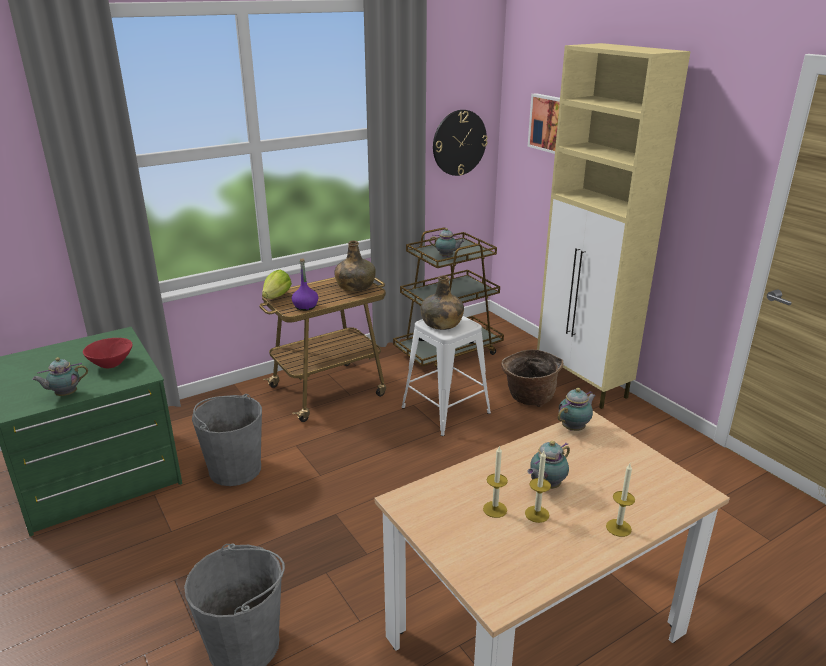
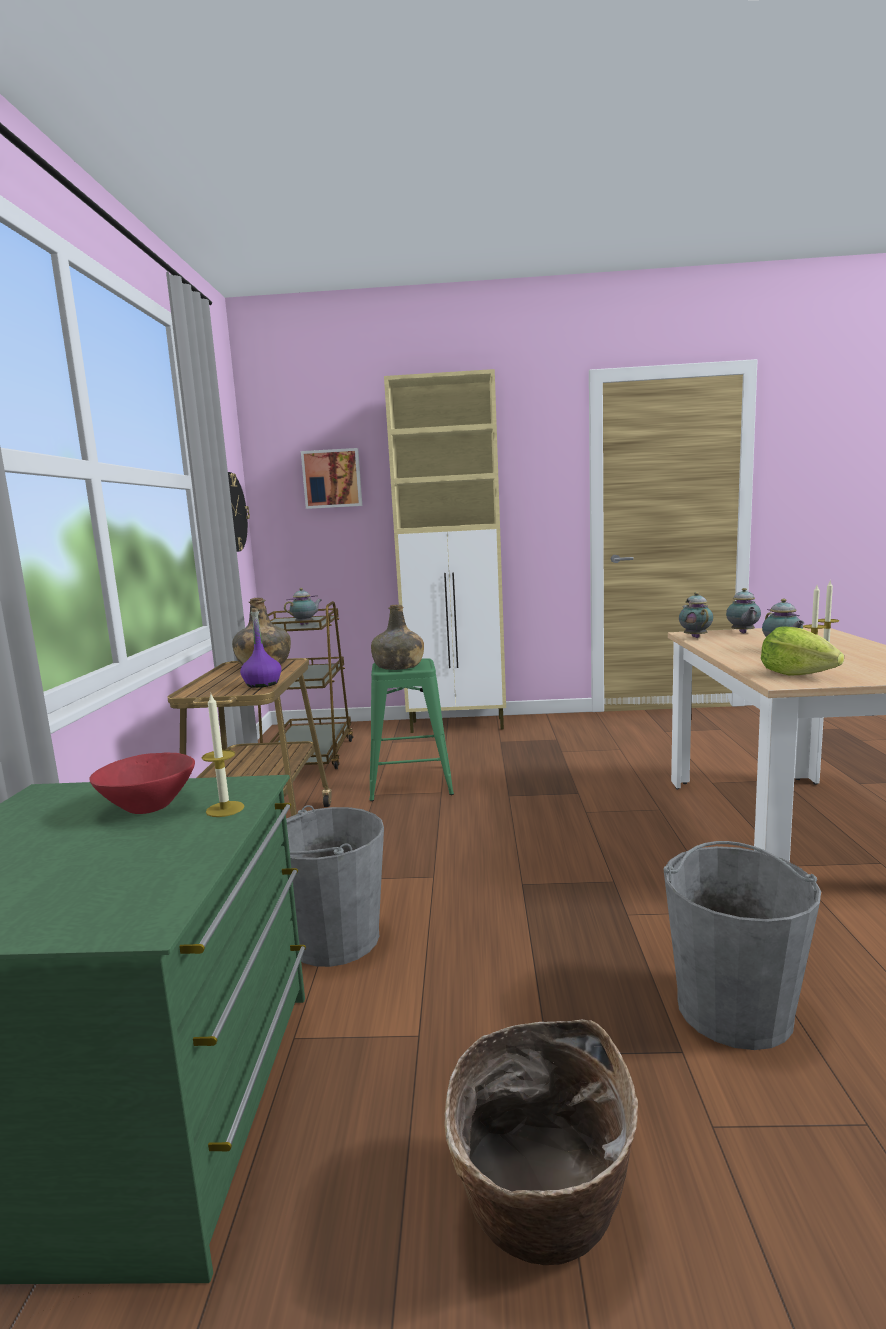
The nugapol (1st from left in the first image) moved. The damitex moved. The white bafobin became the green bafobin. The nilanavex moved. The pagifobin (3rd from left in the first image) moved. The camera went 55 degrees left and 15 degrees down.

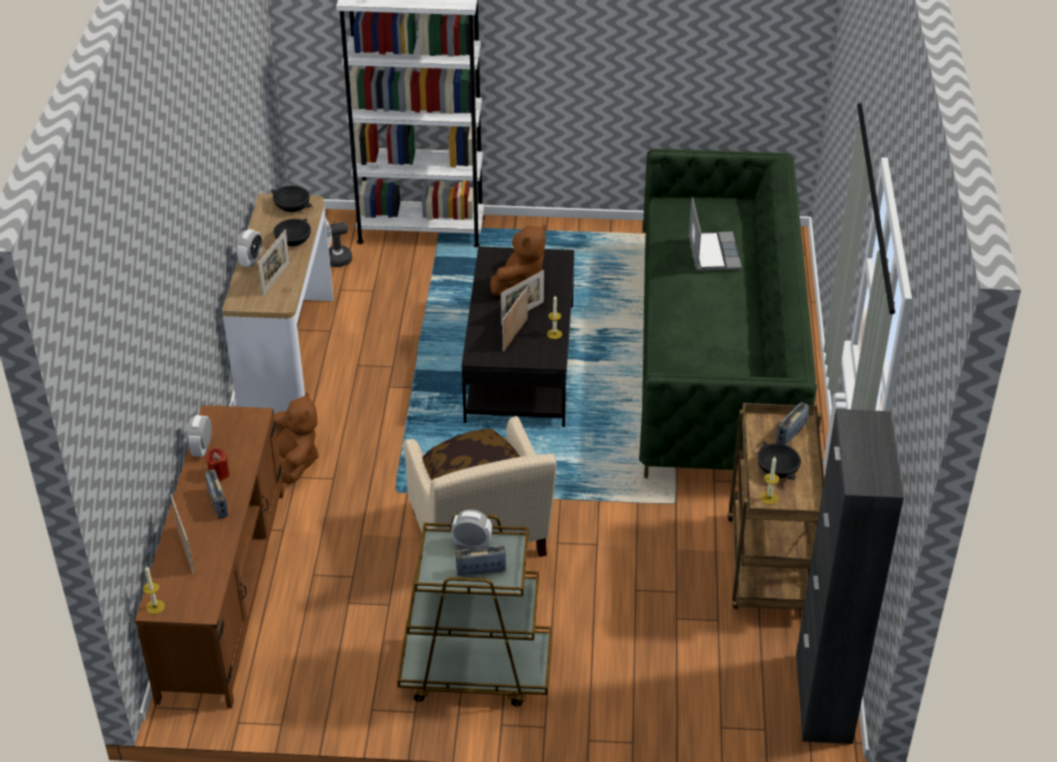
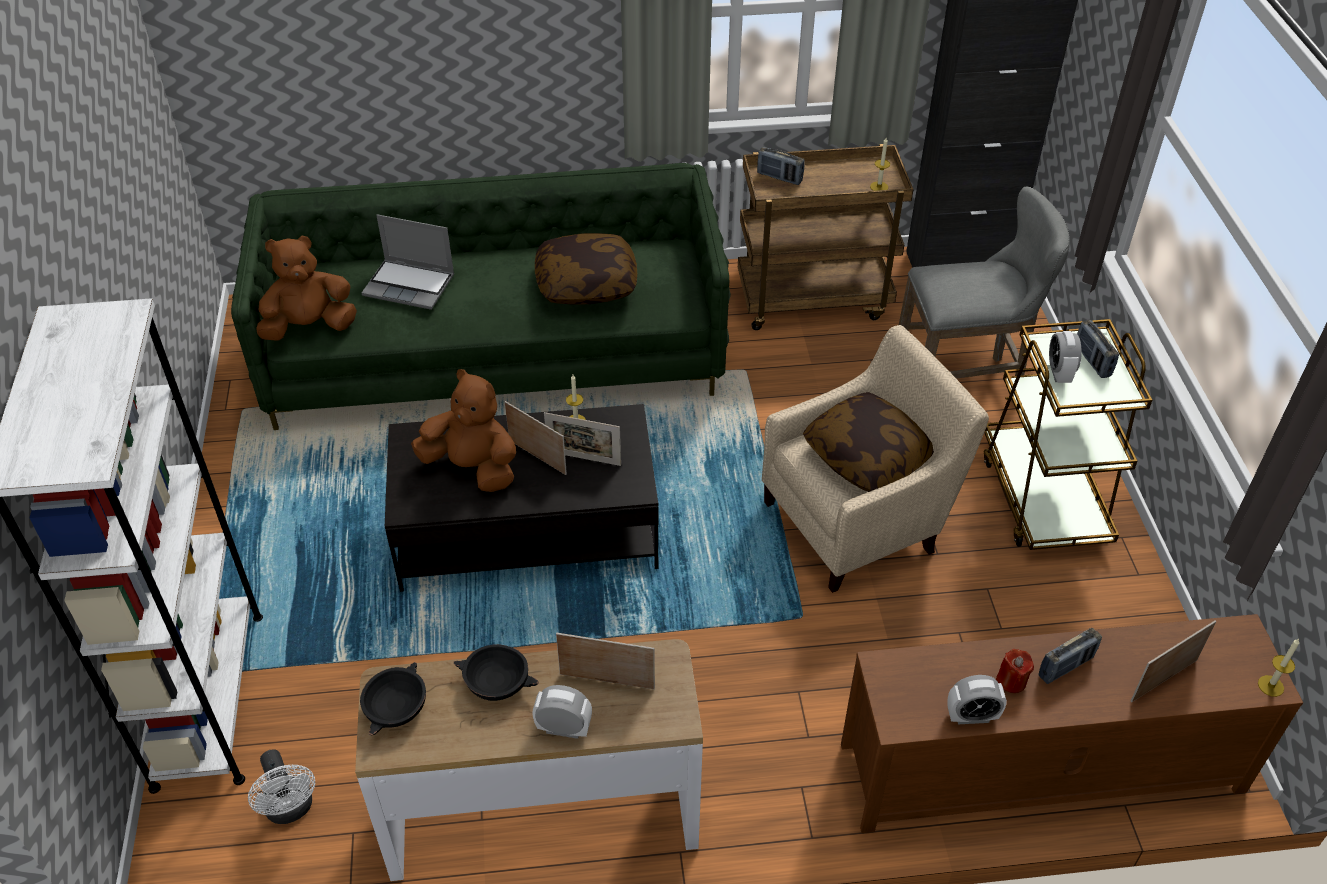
The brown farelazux (1st from left) moved. The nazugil turned 150 degrees counterclockwise. The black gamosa (3rd from left) disappeared. The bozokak (1st from left) appeared. The grey bafobin appeared. The camera went 100 degrees left and 5 degrees up.

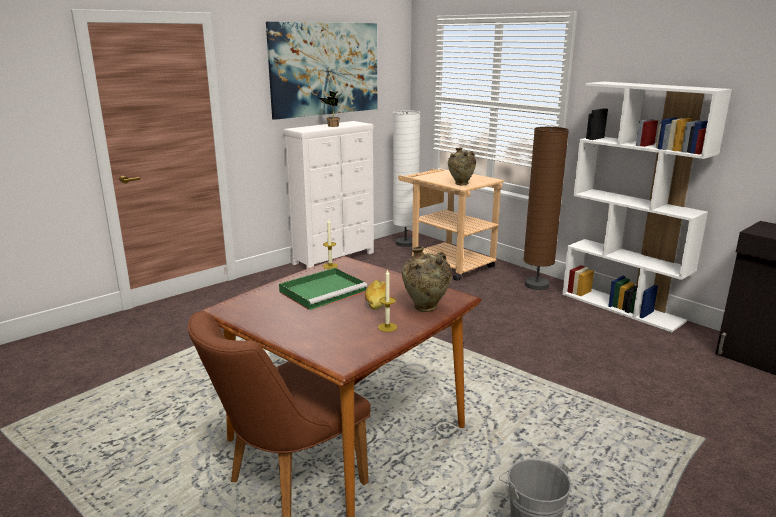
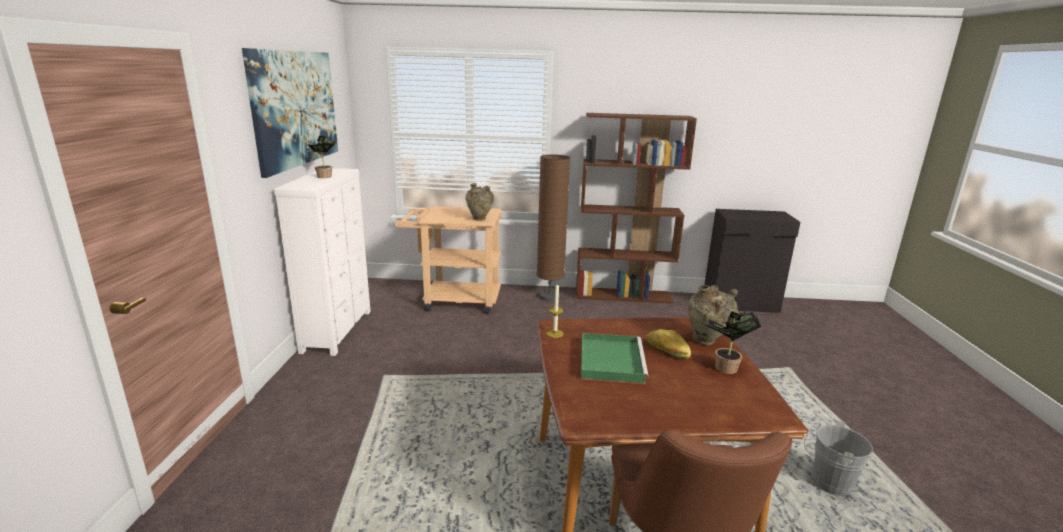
The pagifobin (2nd from left) was replaced by the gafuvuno (2nd from left). The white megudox disappeared. The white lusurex became the brown lusurex. The camera went 45 degrees left and 0 degrees up.

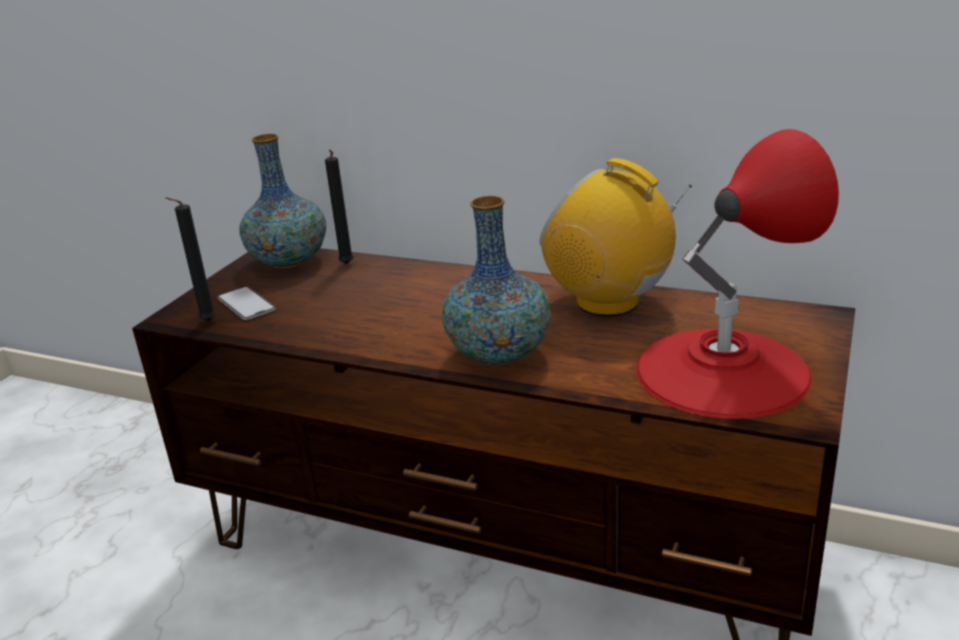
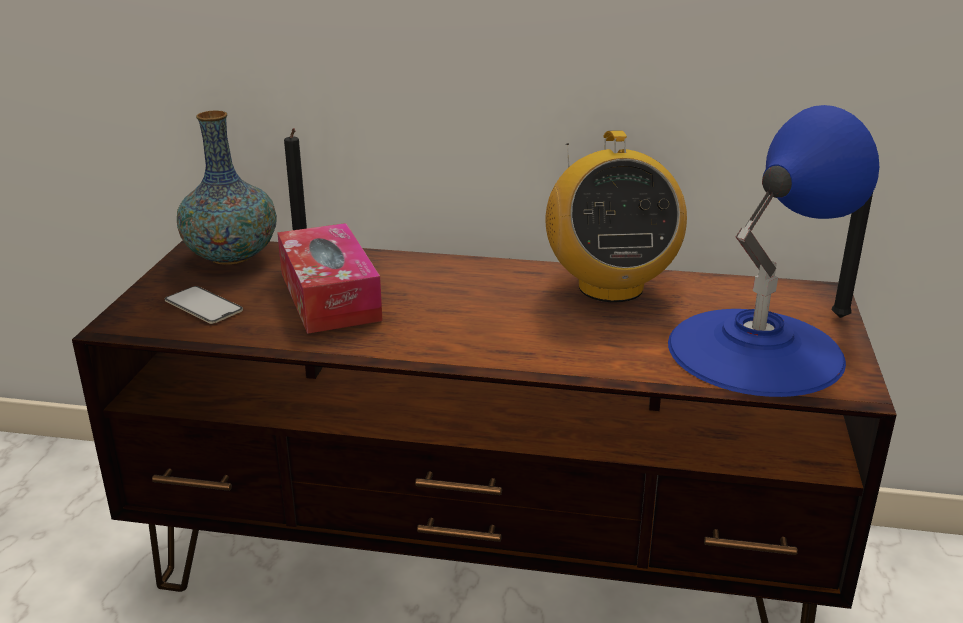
The black pagifobin (1st from left in the first image) moved. The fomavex (2nd from left) disappeared. The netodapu turned 120 degrees counterclockwise. The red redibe became the blue redibe. The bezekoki appeared. The camera went 15 degrees left and 0 degrees up.

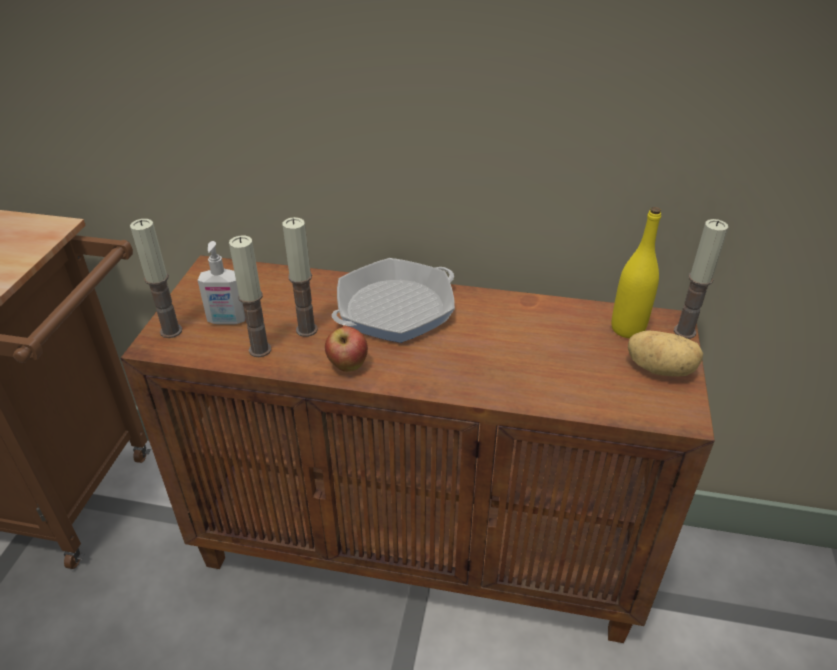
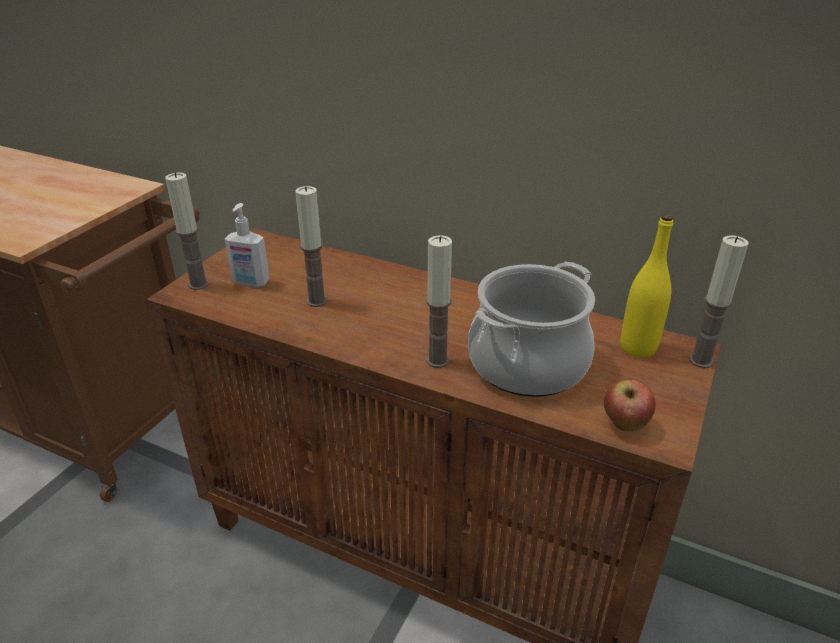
The pagifobin (2nd from left in the first image) moved. The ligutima moved. The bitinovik disappeared. The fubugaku disappeared. The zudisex appeared. The camera went 15 degrees right and 5 degrees down.

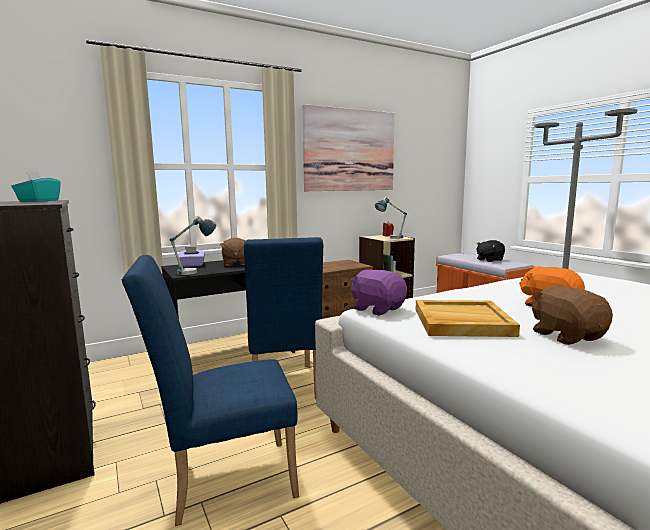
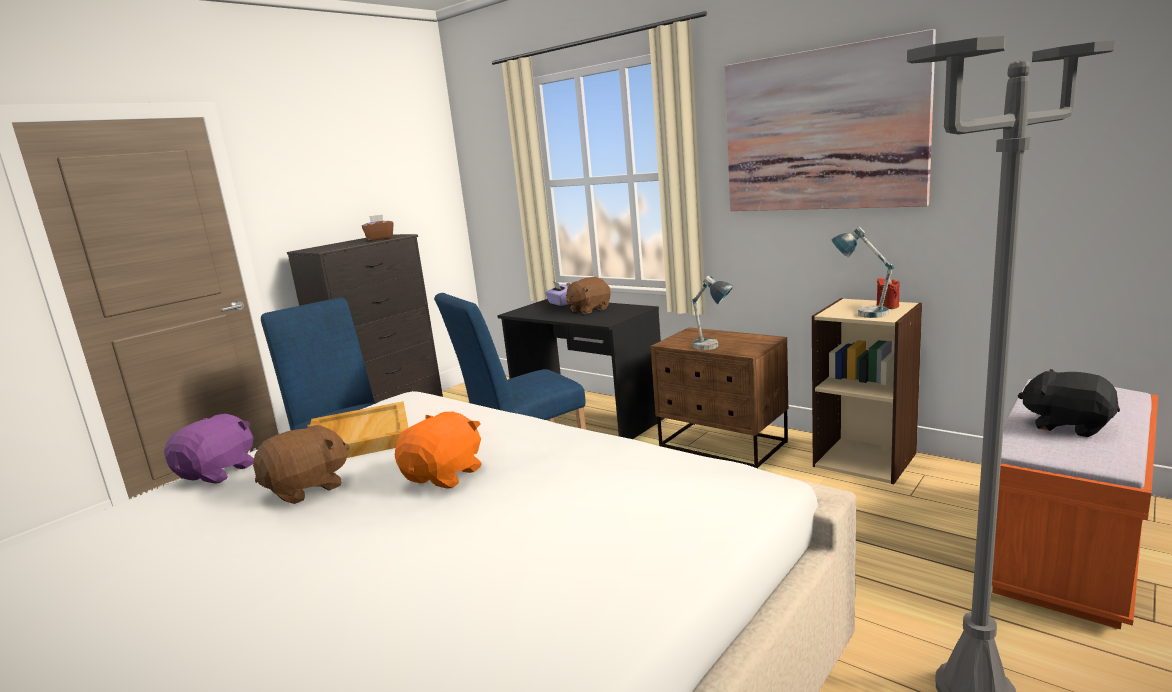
The turquoise bezekoki became the brown bezekoki. The redibe (1st from left) moved. The purple farelazux moved. The camera went 70 degrees right and 5 degrees up.

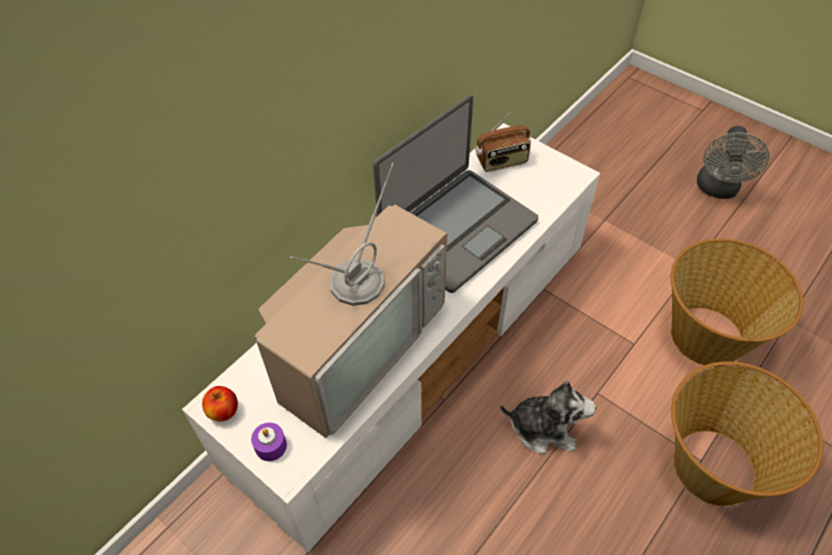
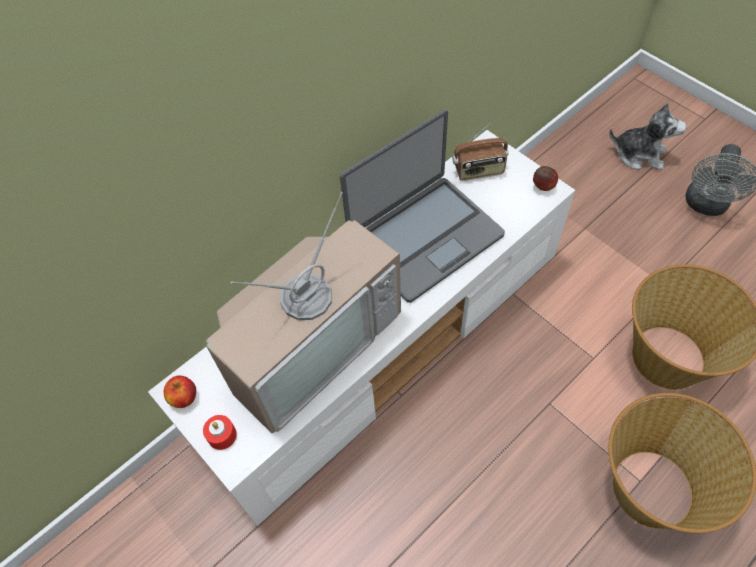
The purple pagifobin became the red pagifobin. The farelazux moved. The ligutima (2nd from left) appeared. The camera went 10 degrees right and 5 degrees up.

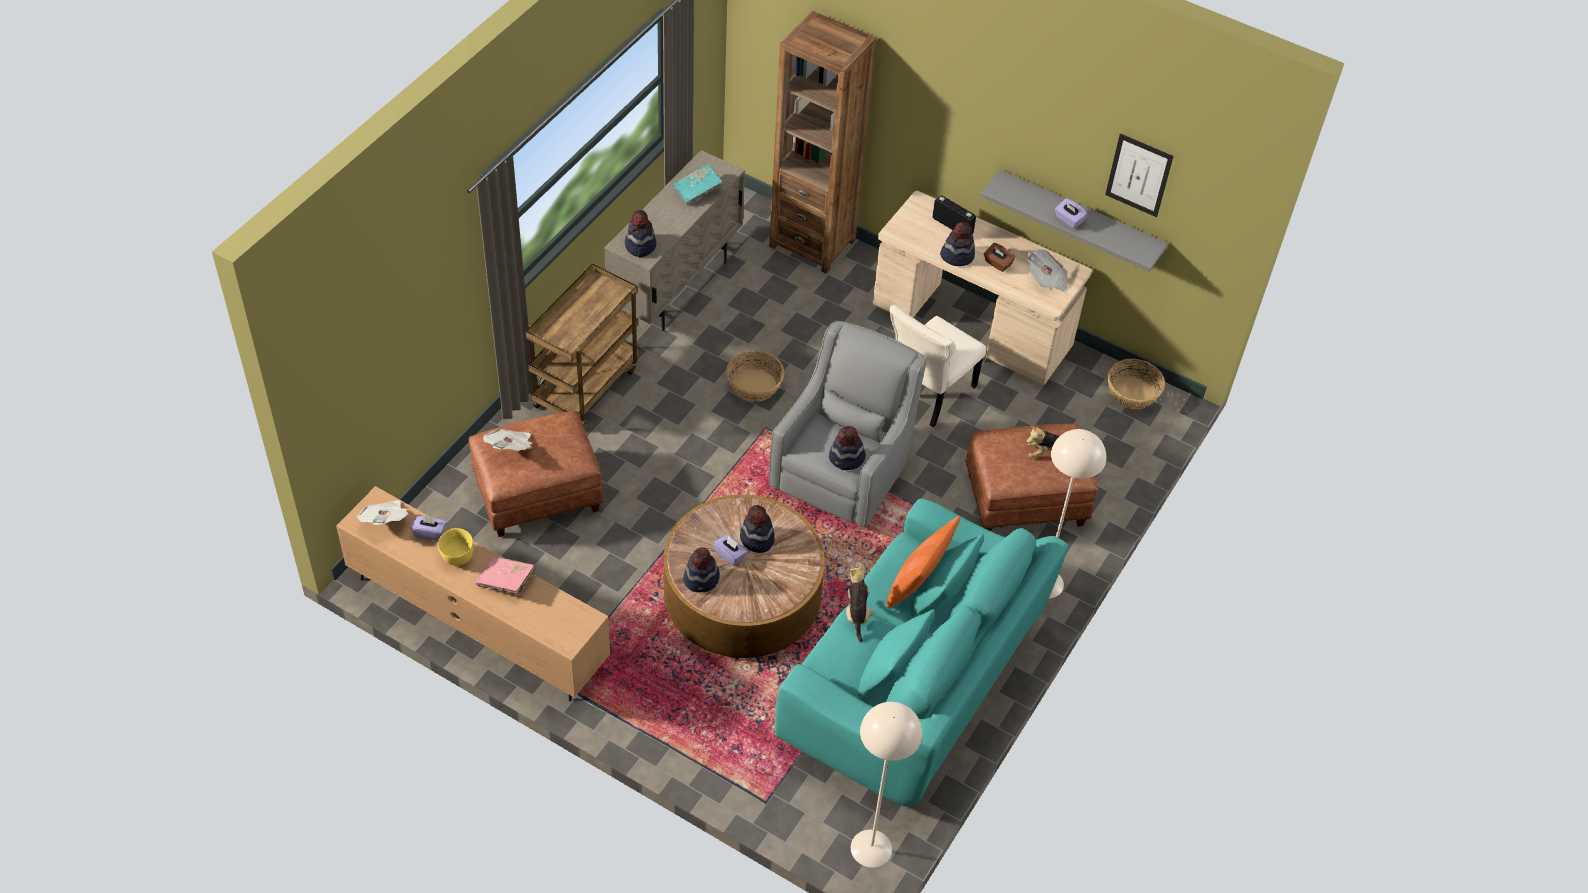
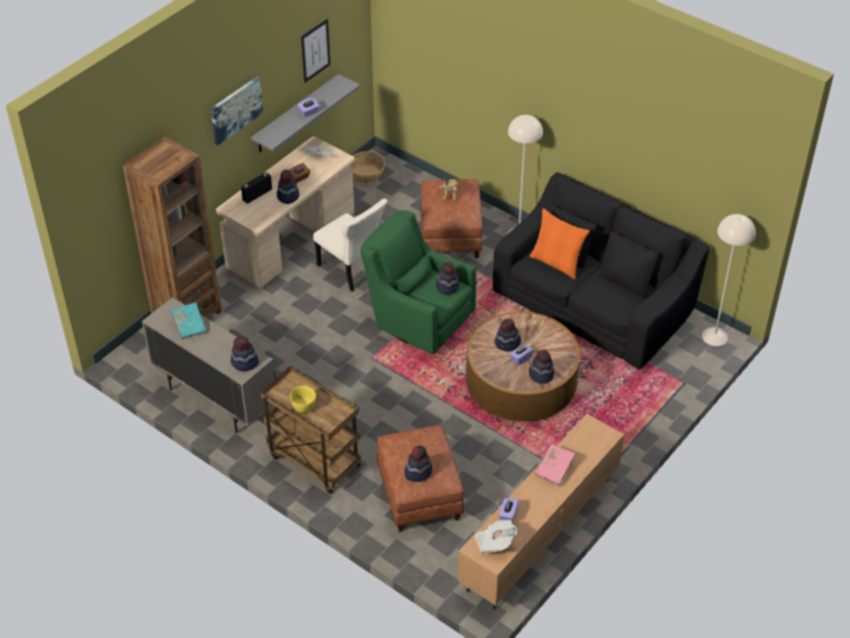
The yellow gamosa moved. The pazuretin (2nd from left) was replaced by the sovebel (3rd from left). The nilanavex (1st from left) disappeared. The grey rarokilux became the green rarokilux. The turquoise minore became the black minore. The farelazux (1st from left) disappeared. The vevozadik (1st from left) appeared. The camera went 80 degrees left and 5 degrees down.

